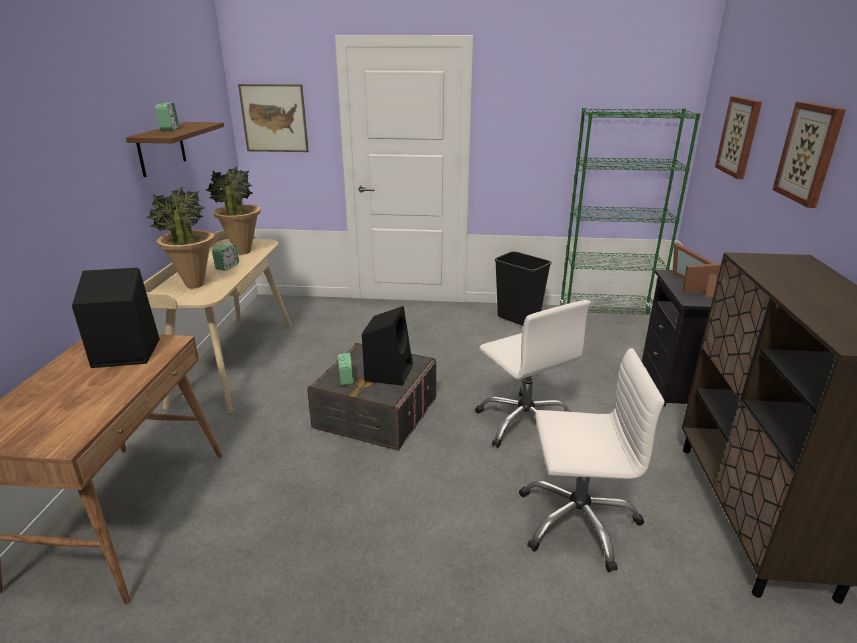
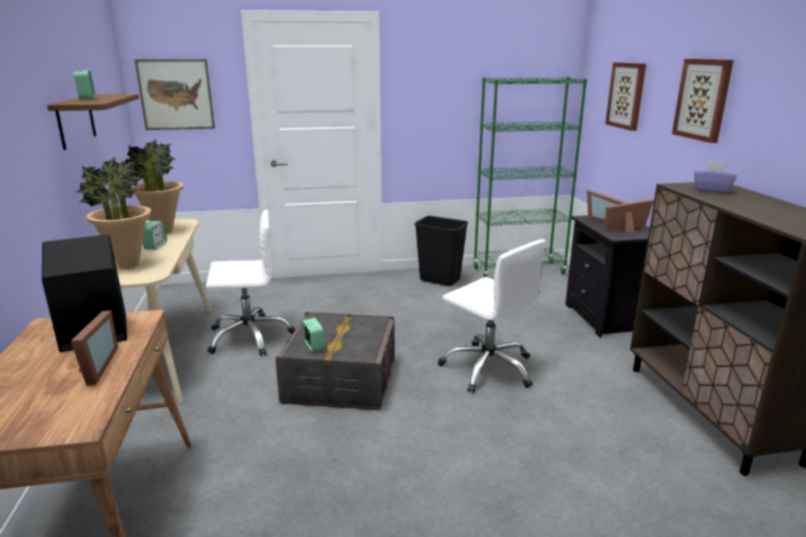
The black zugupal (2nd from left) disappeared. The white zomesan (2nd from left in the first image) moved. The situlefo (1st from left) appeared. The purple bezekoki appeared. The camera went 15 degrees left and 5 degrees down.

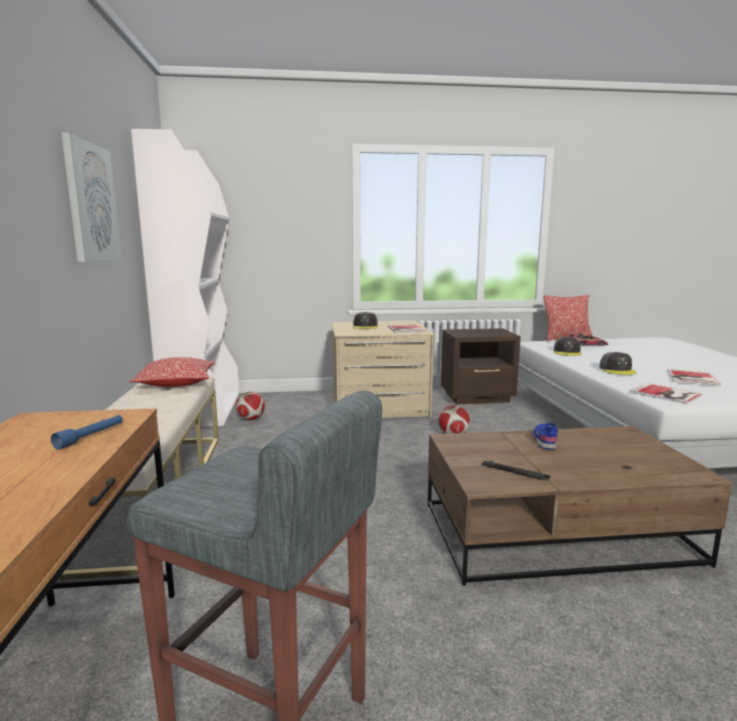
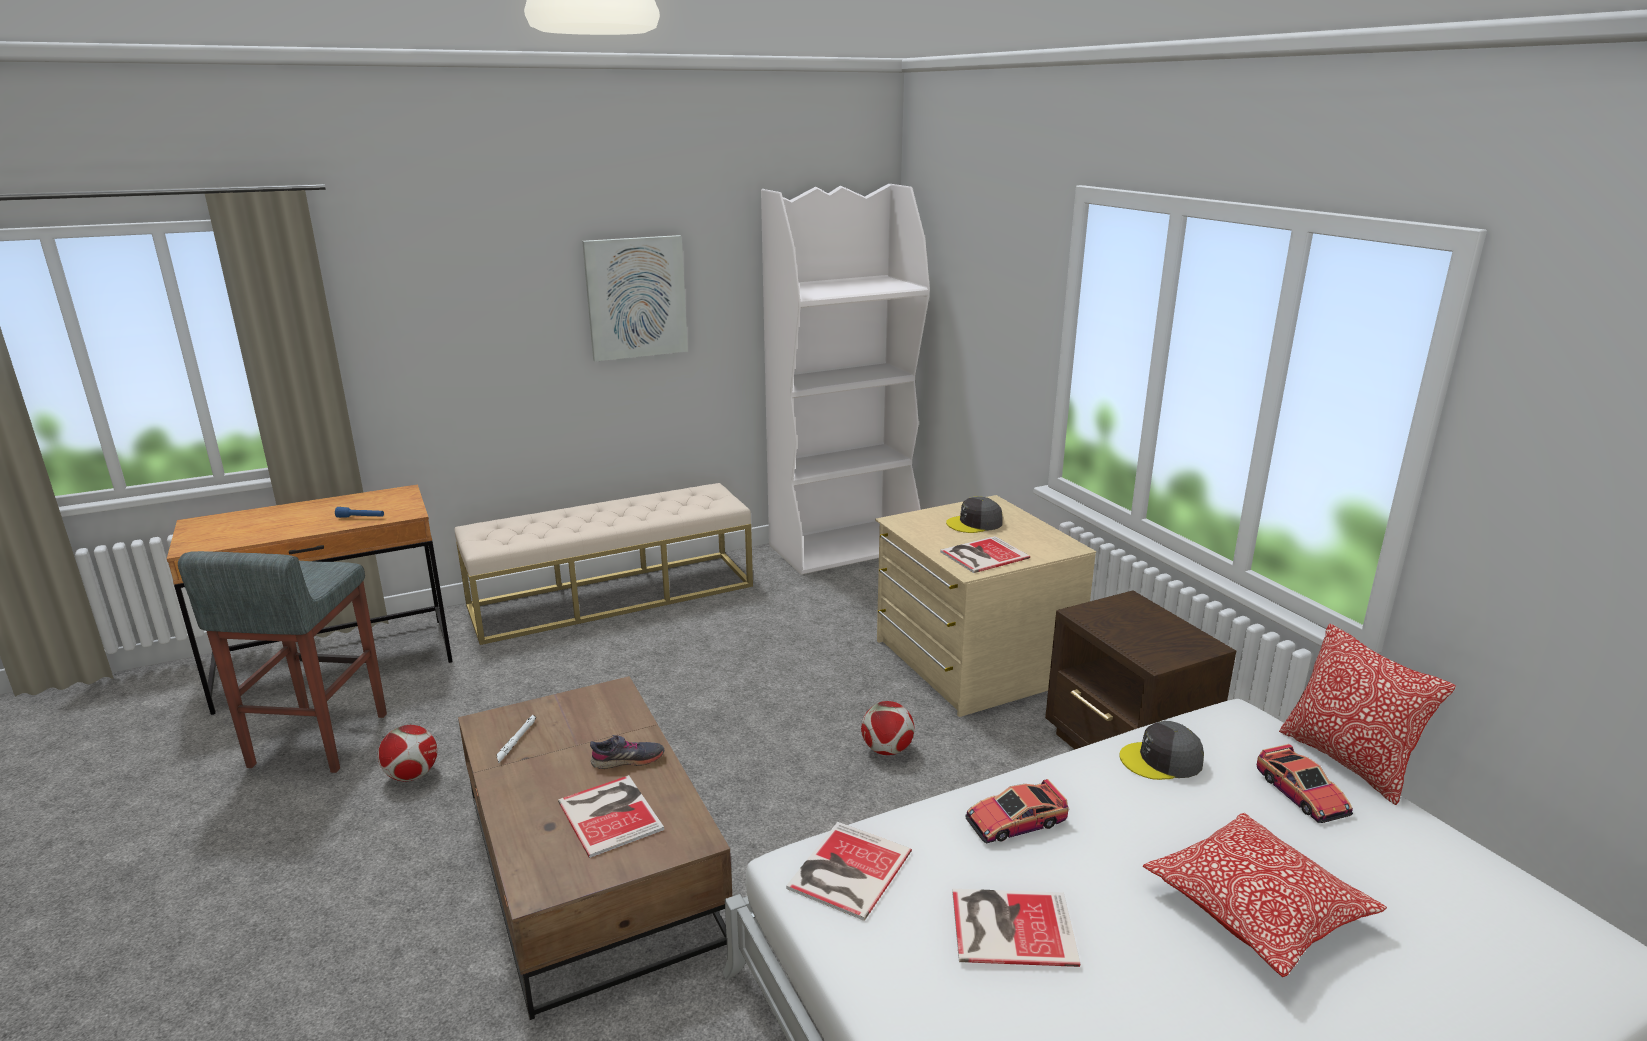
The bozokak (1st from left) moved. The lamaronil (1st from left) moved. The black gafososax became the white gafososax. The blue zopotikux became the grey zopotikux. The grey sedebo (3rd from left) was replaced by the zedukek (1st from left). The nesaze (1st from left) appeared. The camera went 70 degrees right and 10 degrees up.

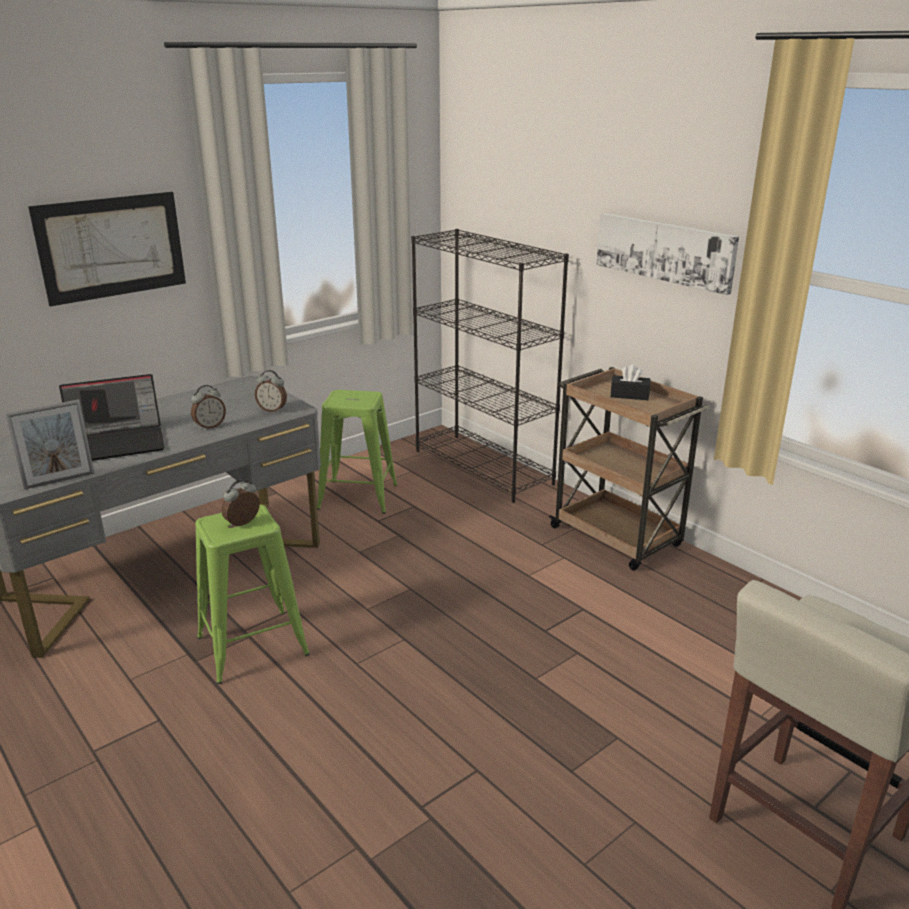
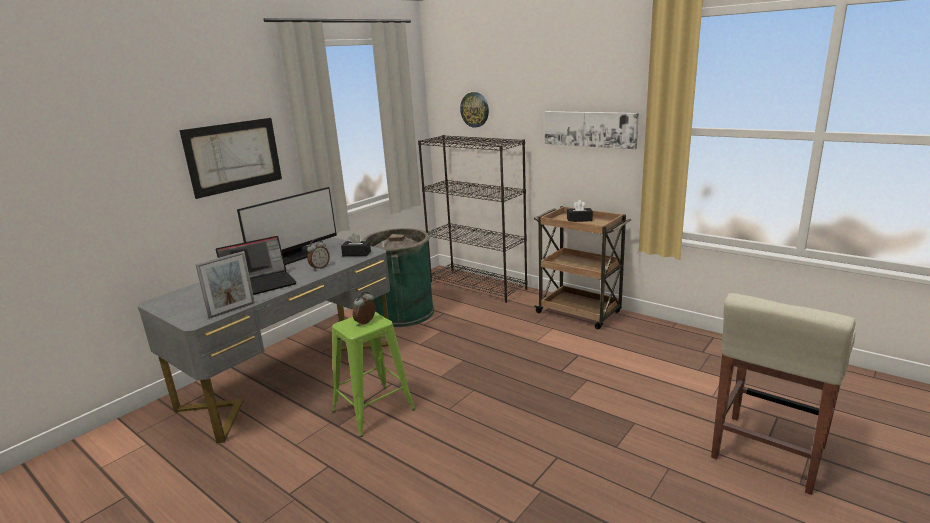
The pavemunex (3rd from left) was replaced by the black bezekoki (1st from left). The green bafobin (2nd from left) was replaced by the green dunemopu. The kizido appeared. The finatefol appeared. The camera went 10 degrees left and 5 degrees down.

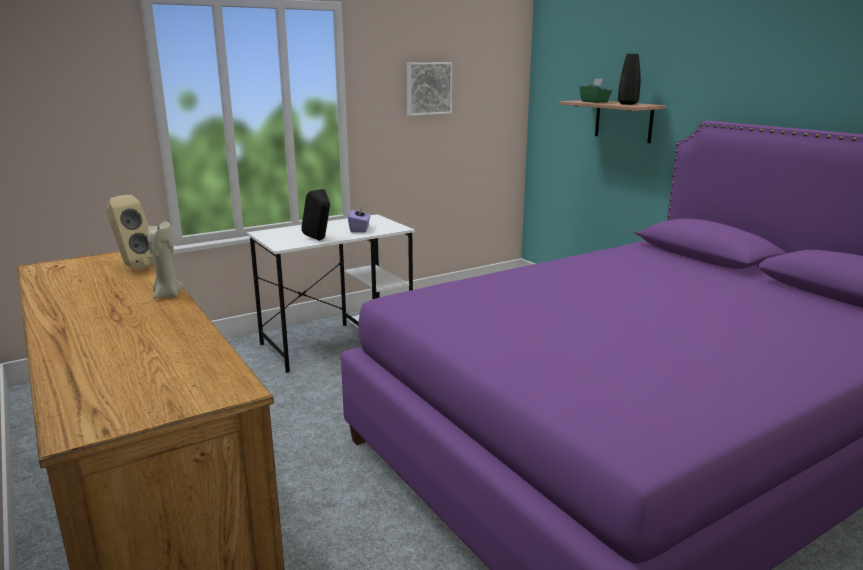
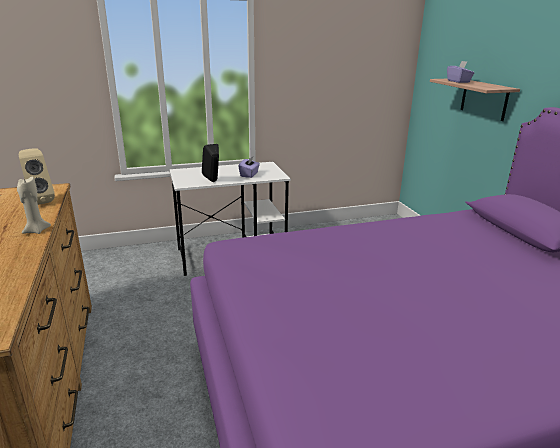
The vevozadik disappeared. The green bezekoki became the purple bezekoki (2nd from left). The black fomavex disappeared. The camera went 15 degrees right and 5 degrees up.

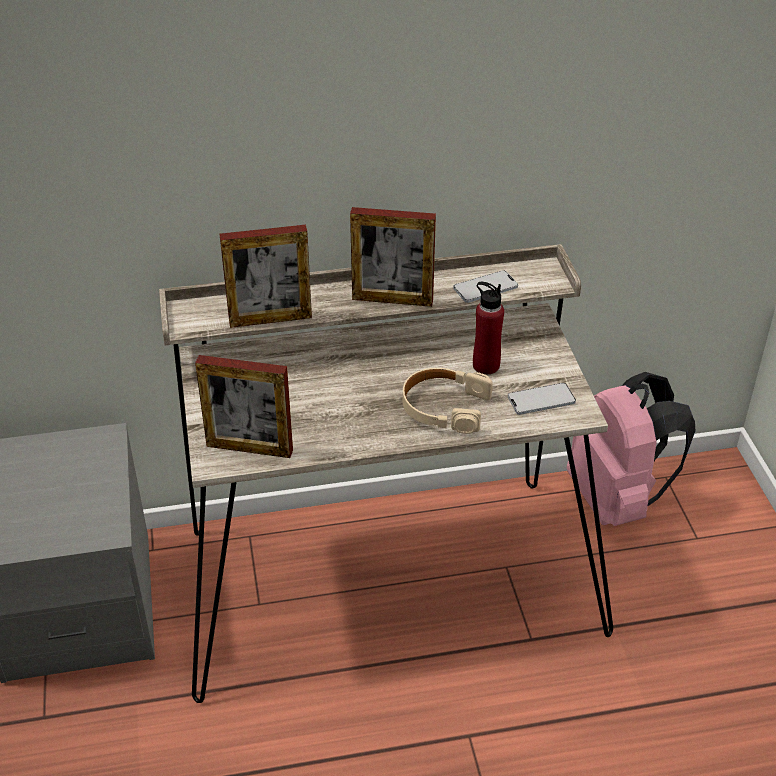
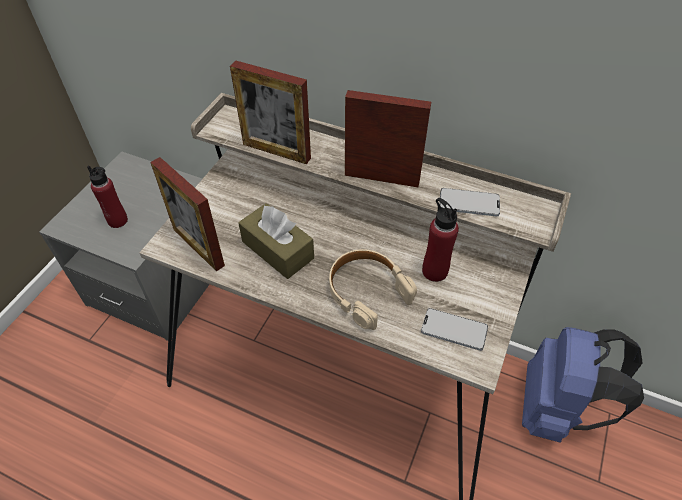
The situlefo (3rd from left) turned 150 degrees clockwise. The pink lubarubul became the blue lubarubul. The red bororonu (1st from left) appeared. The brown bezekoki appeared. The camera went 35 degrees right and 10 degrees up.

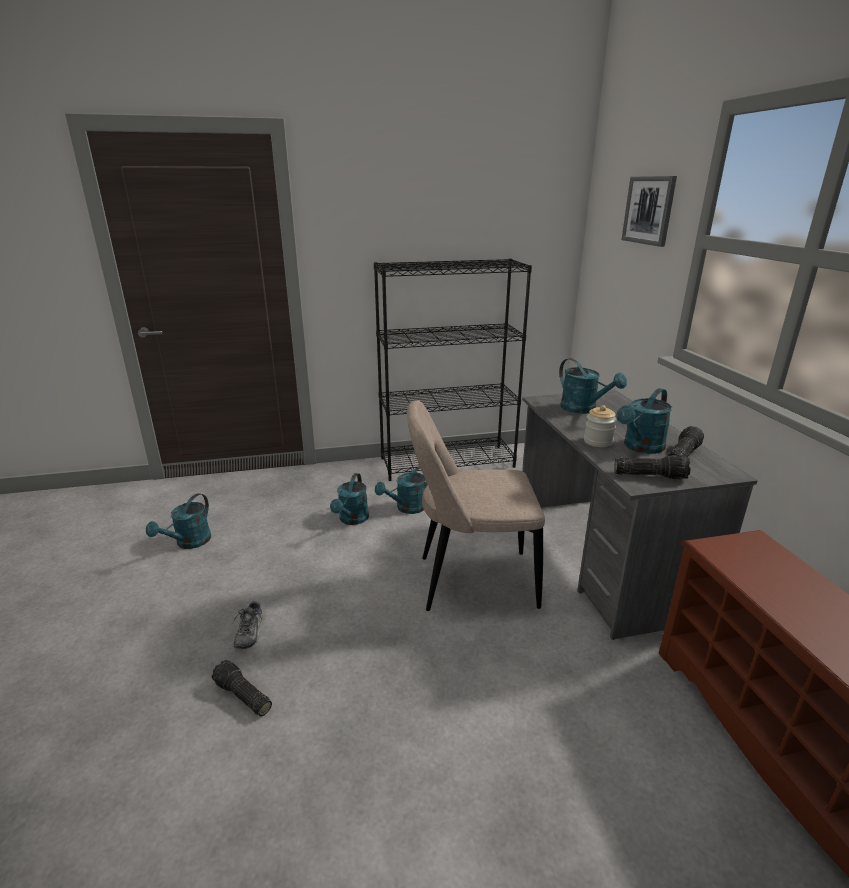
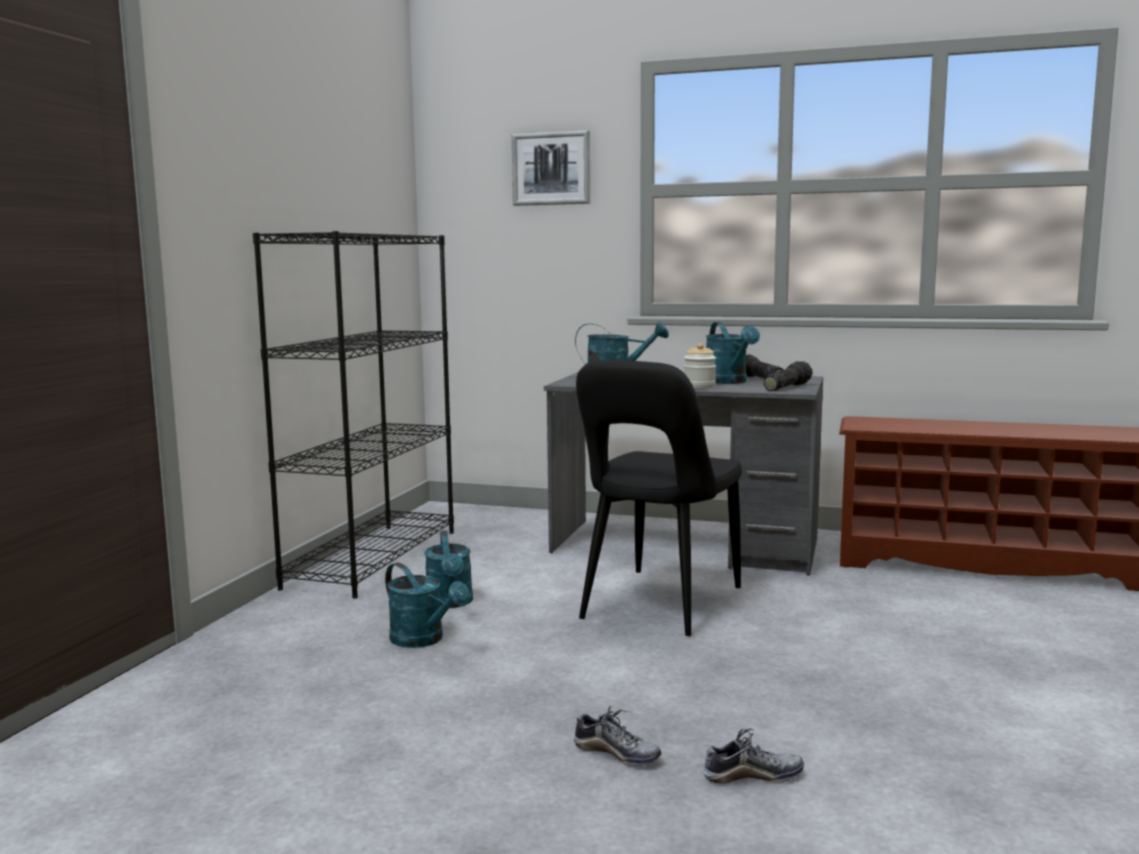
The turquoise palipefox (1st from left) disappeared. The gafososax (1st from left) was replaced by the zopotikux (2nd from left). The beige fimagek became the black fimagek. The camera went 60 degrees left and 15 degrees down.

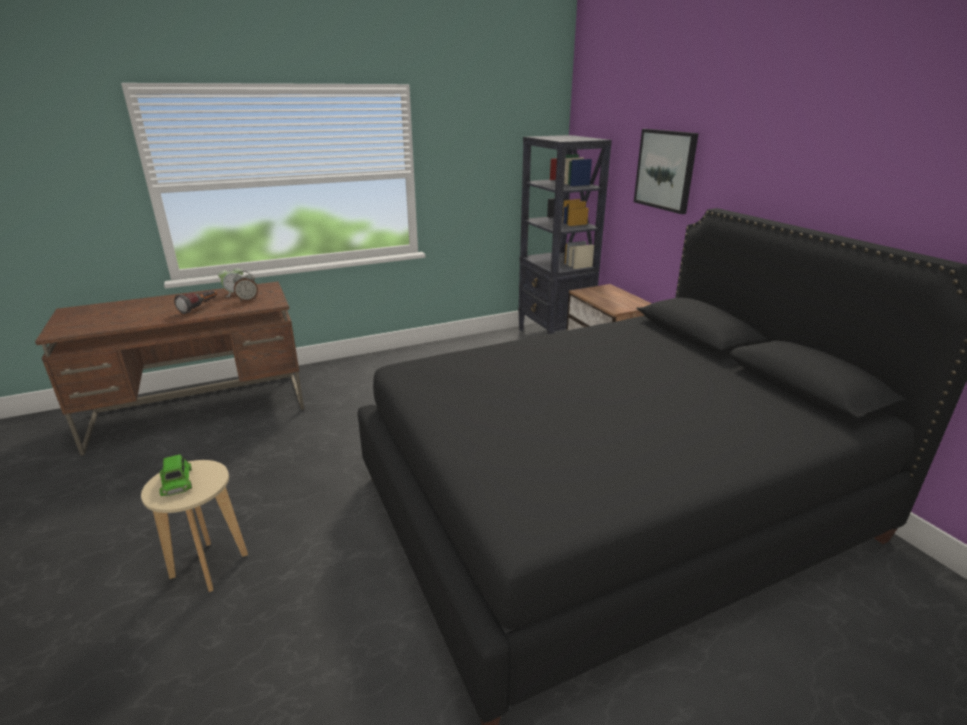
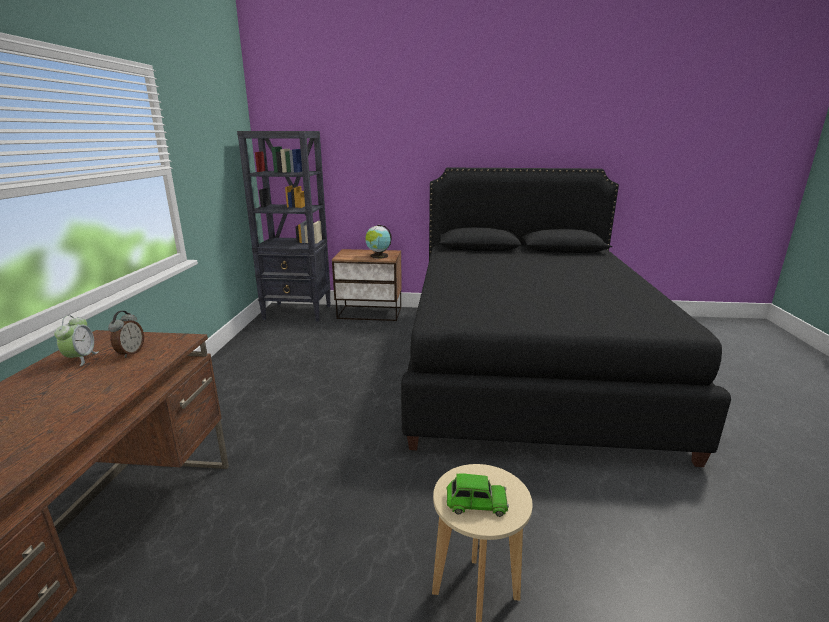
The gafososax disappeared. The vevozadik disappeared. The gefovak appeared. The camera went 60 degrees left and 5 degrees down.

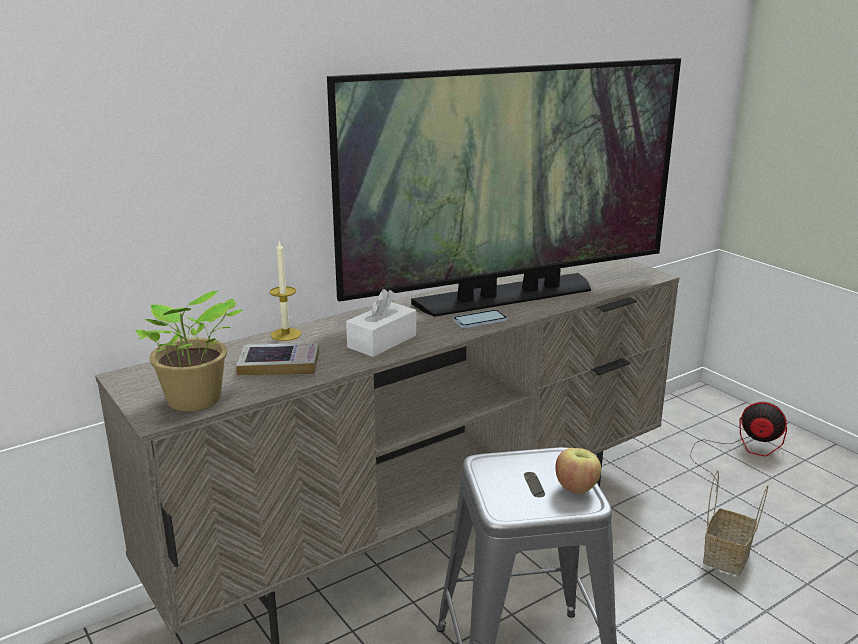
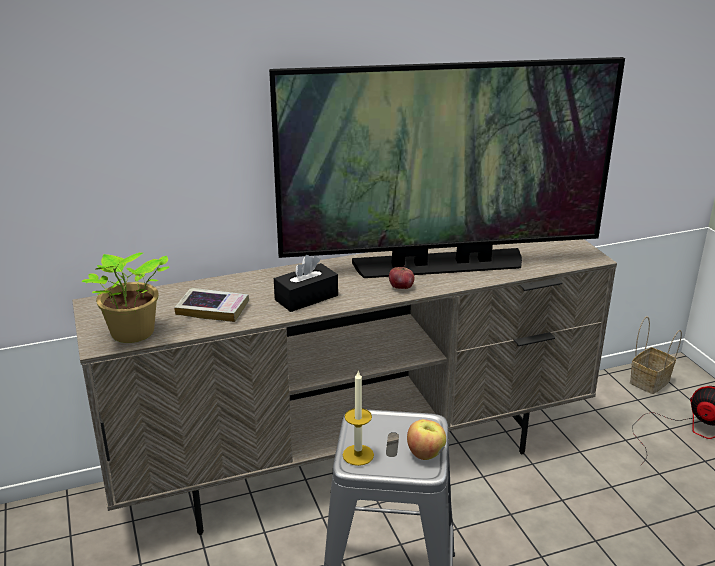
The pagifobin moved. The white bezekoki became the black bezekoki. The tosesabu was replaced by the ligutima (1st from left). The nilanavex moved. The camera went 15 degrees right and 5 degrees up.

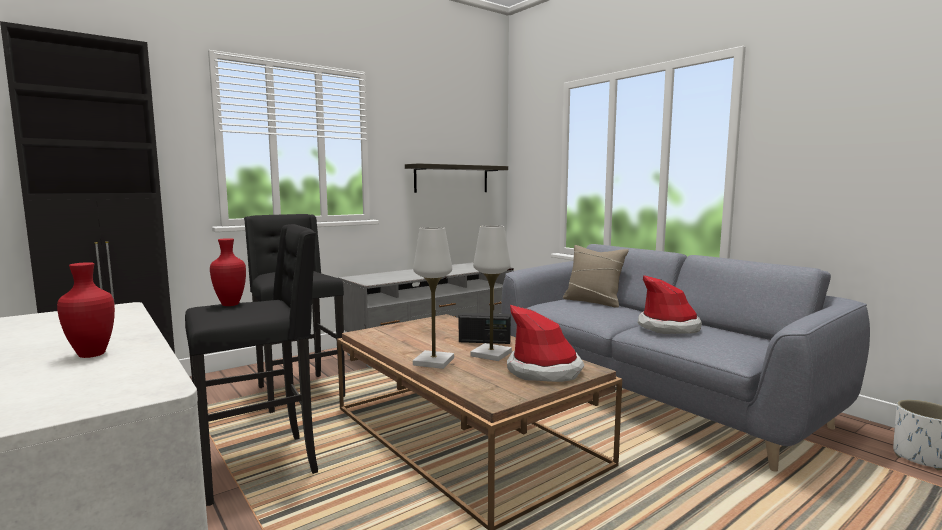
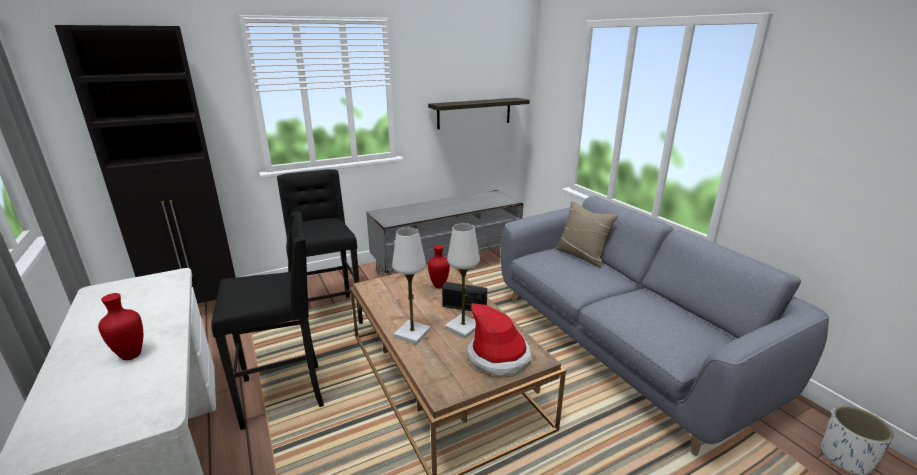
The red fomavex (2nd from left) moved. The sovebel (2nd from left) disappeared. The camera went 10 degrees right and 15 degrees up.

